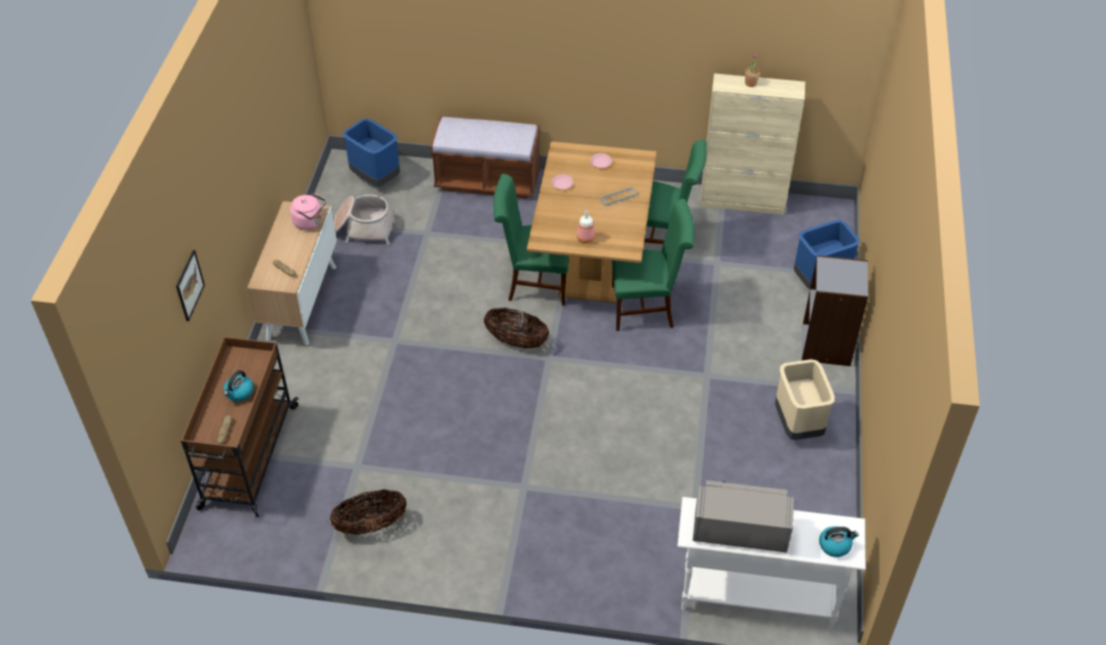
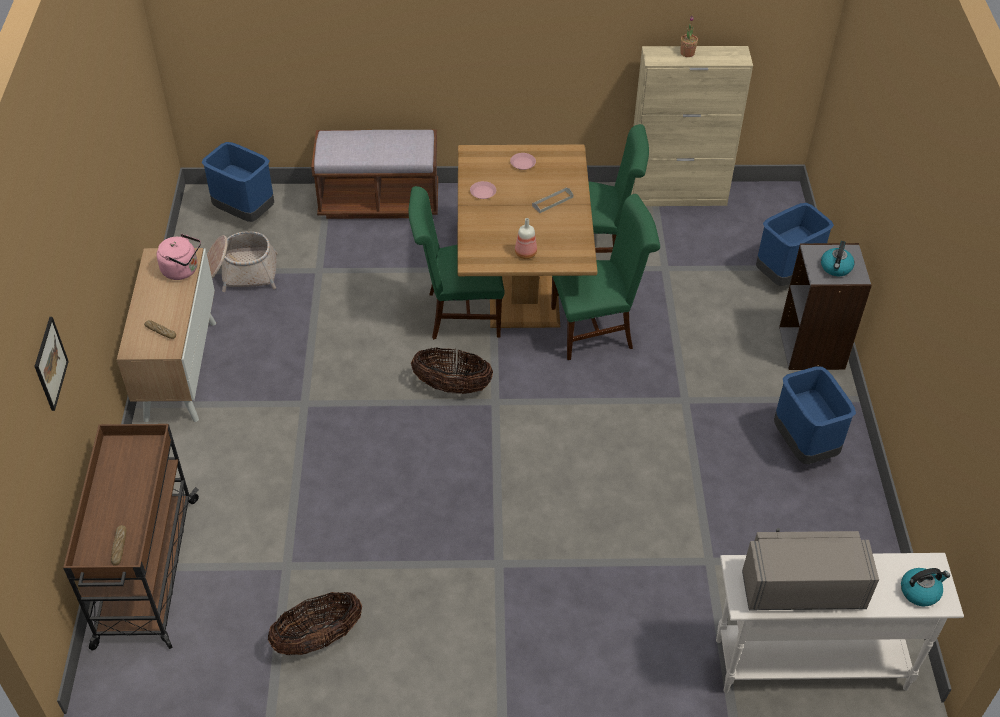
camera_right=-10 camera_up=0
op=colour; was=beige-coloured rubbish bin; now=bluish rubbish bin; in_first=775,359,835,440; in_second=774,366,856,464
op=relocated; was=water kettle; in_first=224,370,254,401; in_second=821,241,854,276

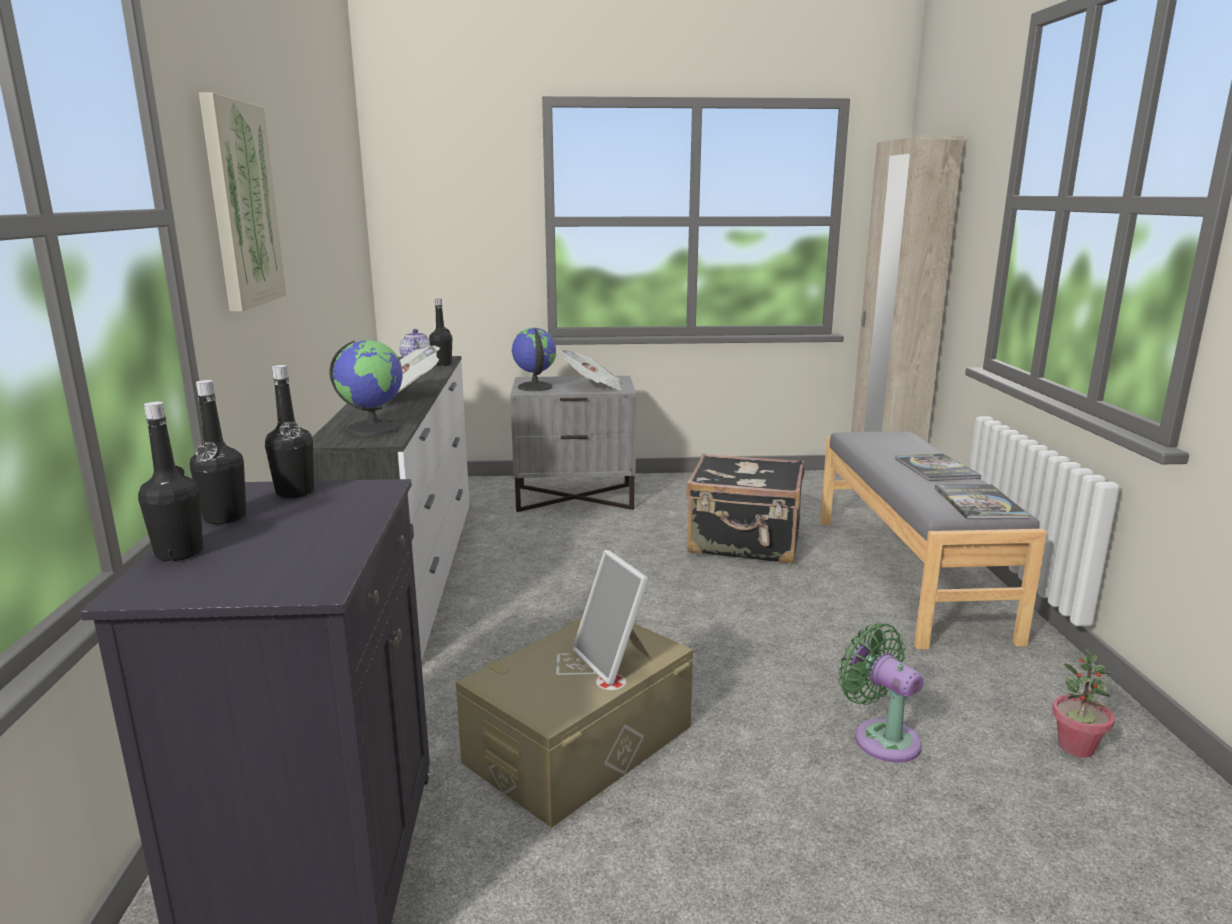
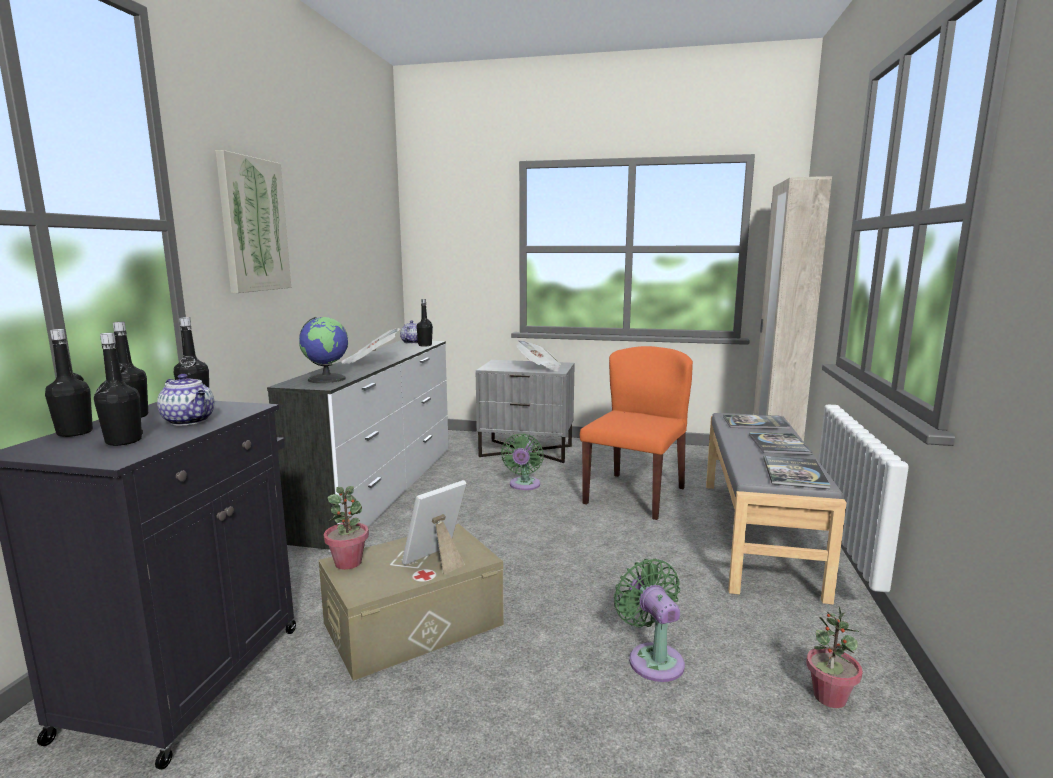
camera_right=15 camera_up=-5
op=appeared; now=blackish bottle; in_second=94,333,143,446
op=appeared; now=pot for tea; in_second=157,374,214,426
op=appeared; now=houseplant; in_second=324,486,369,570
op=spun; was=standing frame; in_first=572,550,651,685; in_second=402,480,467,575; clockwise=60
op=appeared; now=green fan; in_second=501,433,544,490
op=exchanged; was=blackish suitcase; now=orange-coloured plain chair; in_first=686,453,804,564; in_second=580,346,693,520
op=appeared; now=volume; in_second=723,415,790,429
op=missing; was=world globe; in_first=511,328,556,391

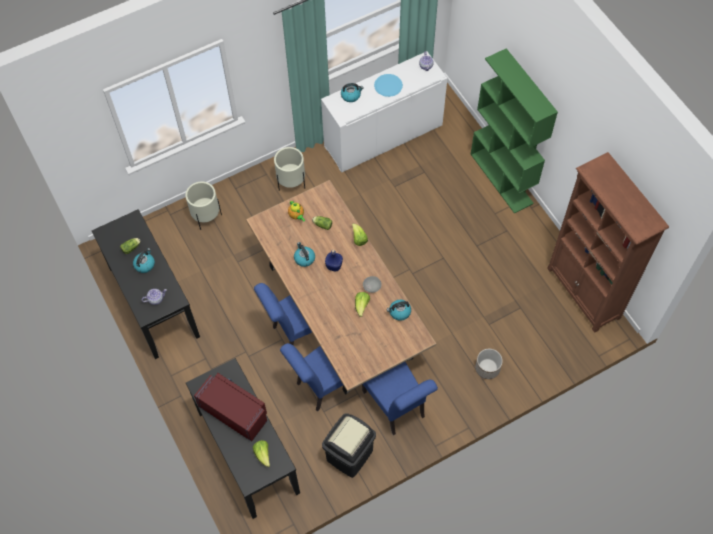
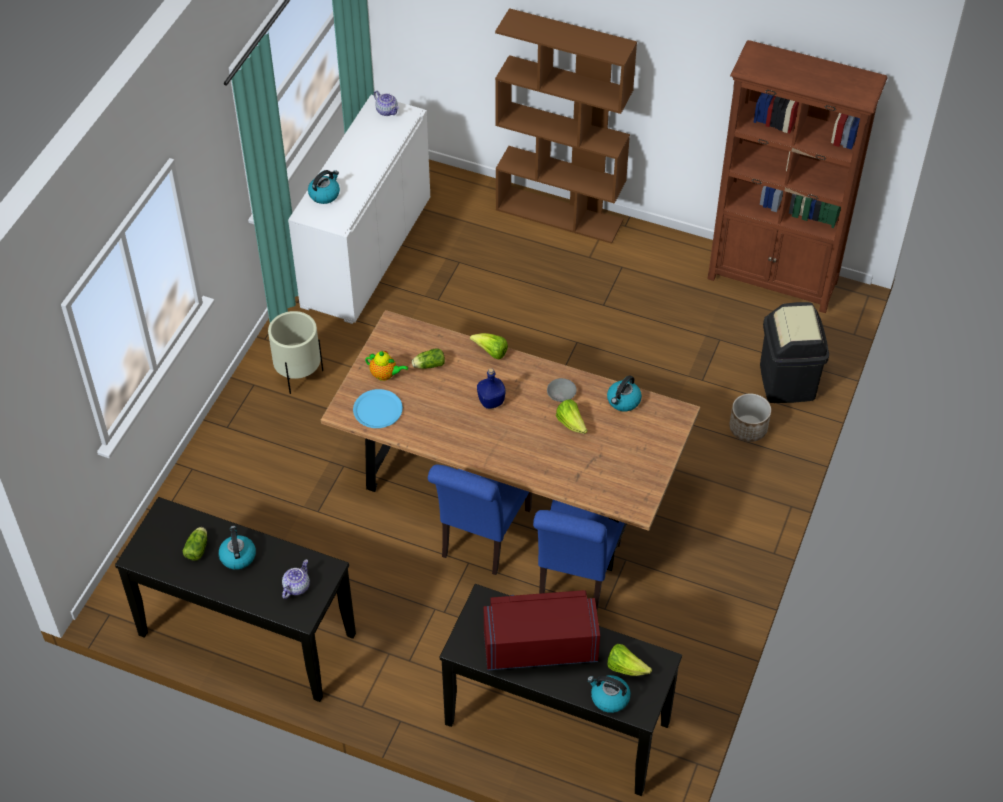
camera_right=-40 camera_up=-10
op=relocated; was=bluish plate; in_first=374,74,403,97; in_second=353,389,403,428
op=colour; was=green shelving unit; now=brown shelving unit; in_first=471,48,558,213; in_second=495,8,637,244
op=relocated; was=water kettle; in_first=294,242,315,267; in_second=587,675,630,713
op=relocated; was=blackish rubbish bin; in_first=322,413,376,478; in_second=760,302,829,403
op=missing; was=beige-coloured flower pot; in_first=185,182,222,230
op=missing; was=bluish plain chair; in_first=362,362,438,435

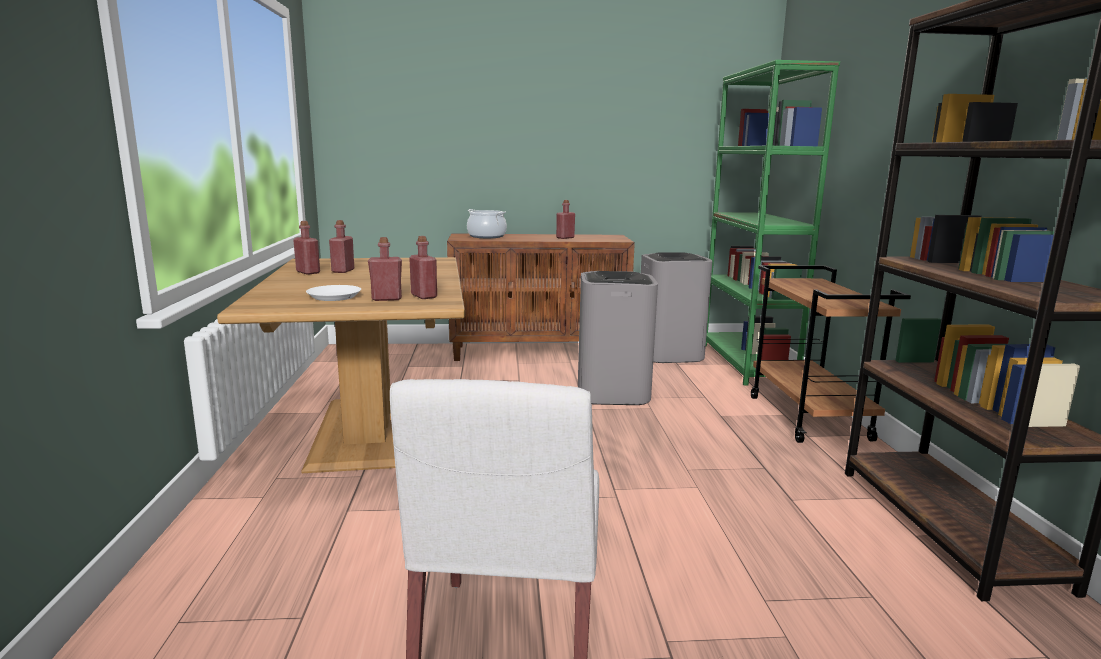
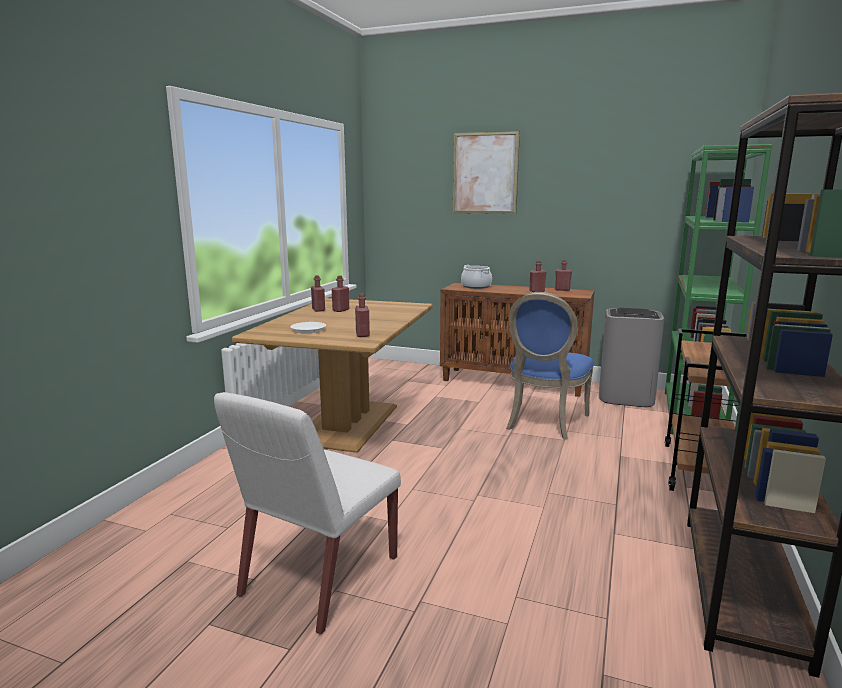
camera_right=25 camera_up=0
op=appeared; now=wall picture; in_second=453,131,520,214
op=exchanged; was=gray rubbish bin; now=bluish plain chair; in_first=578,271,658,405; in_second=506,292,594,440
op=relocated; was=red bottle; in_first=368,237,402,301; in_second=555,259,572,291

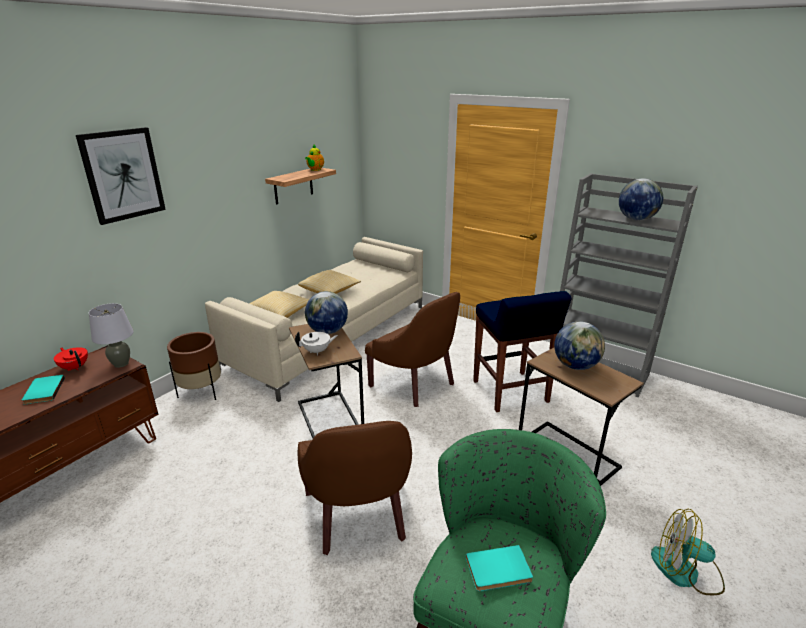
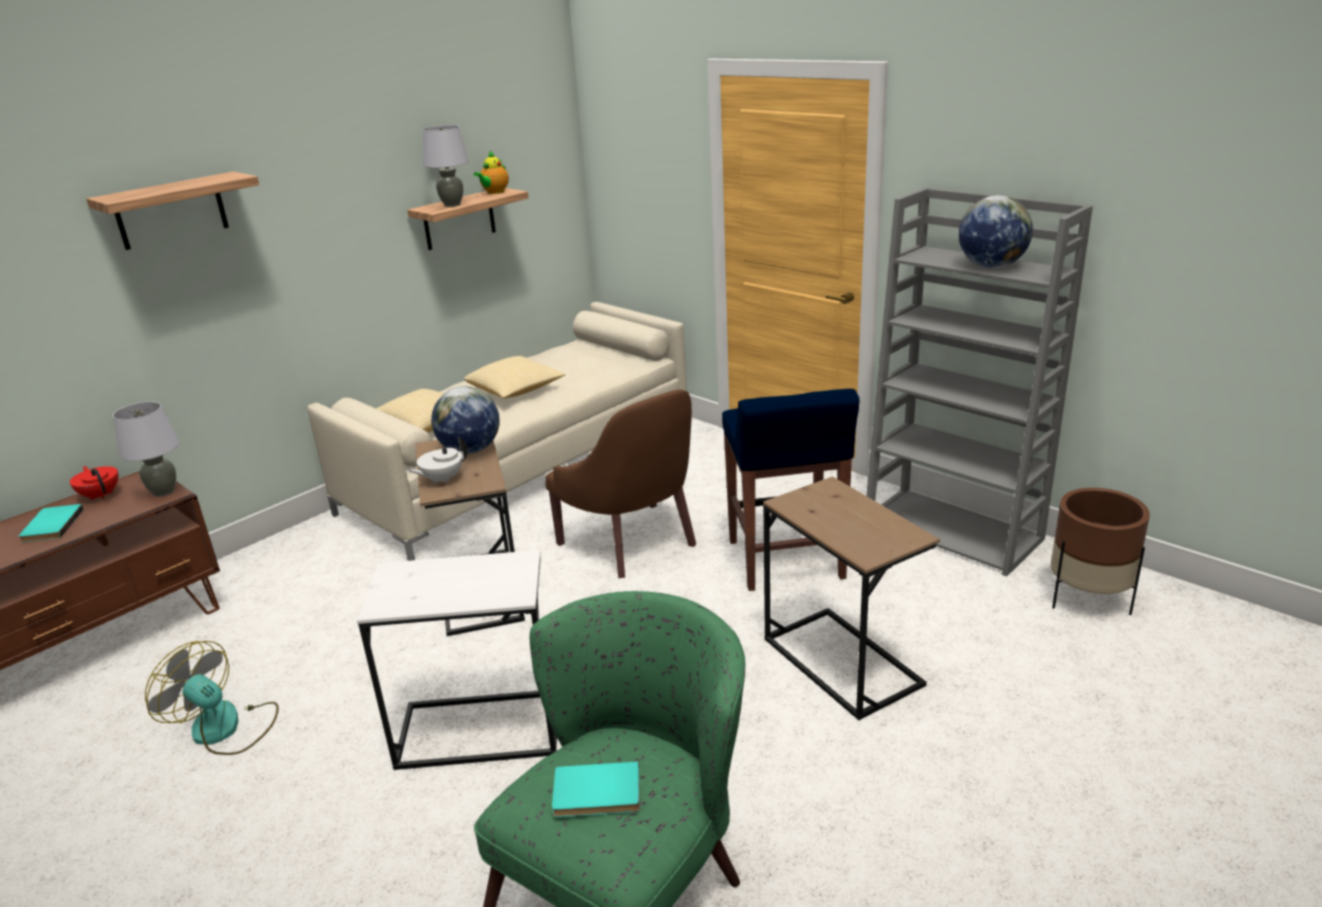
camera_right=10 camera_up=0
op=exchanged; was=wall picture; now=wall shelf; in_first=76,127,166,225; in_second=86,172,259,250
op=relocated; was=fan; in_first=651,509,725,595; in_second=145,641,279,755
op=exchanged; was=brown armchair; now=white-coloured side table; in_first=298,421,412,555; in_second=357,550,557,770
op=spun; was=white-coloured pot for tea; in_first=295,332,338,355; in_second=407,437,468,484; clockwise=150
op=appeared; now=gray lamp for a table; in_second=423,125,469,207
op=relocated; was=brown flower pot; in_first=167,332,221,400; in_second=1051,488,1150,615
op=missing; was=world globe; in_first=554,321,605,370

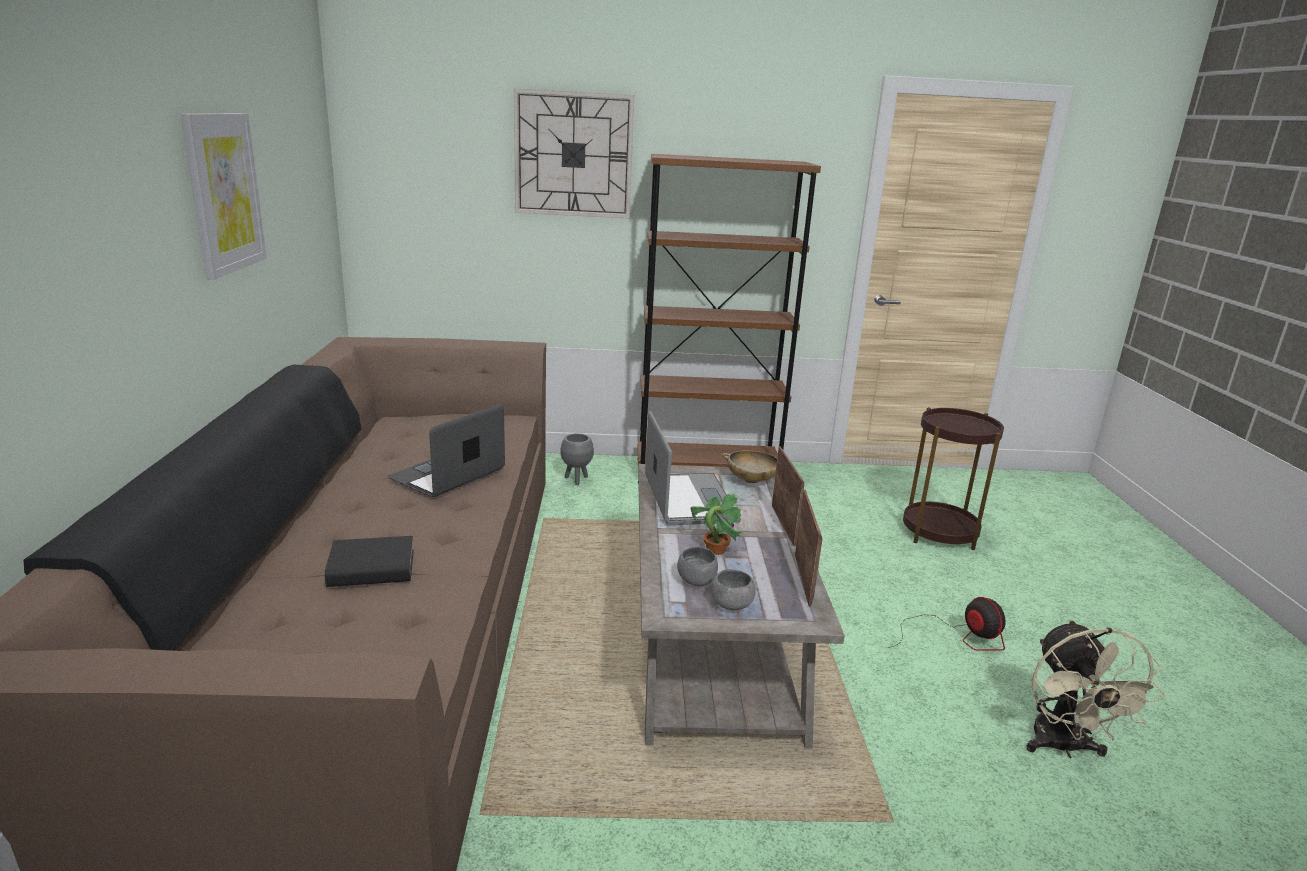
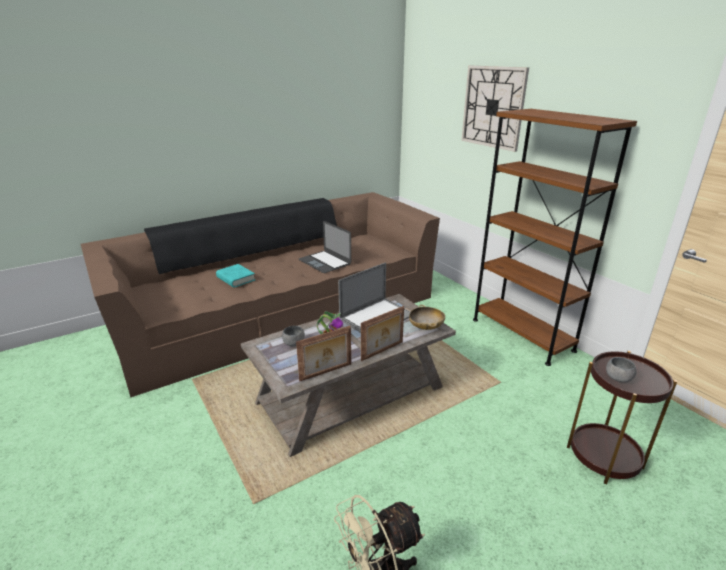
camera_right=60 camera_up=5
op=colour; was=blackish volume; now=blue-green volume; in_first=325,536,414,587; in_second=216,264,255,288
op=spun; was=notebook computer; in_first=388,404,505,497; in_second=299,221,351,273; clockwise=-135
op=relocated; was=gray serving bowl; in_first=711,569,756,610; in_second=606,357,637,383
op=missing; was=wall picture; in_first=181,113,267,280
op=missing; was=gray flower pot; in_first=560,433,594,485
op=missing; was=fan; in_first=888,597,1006,650

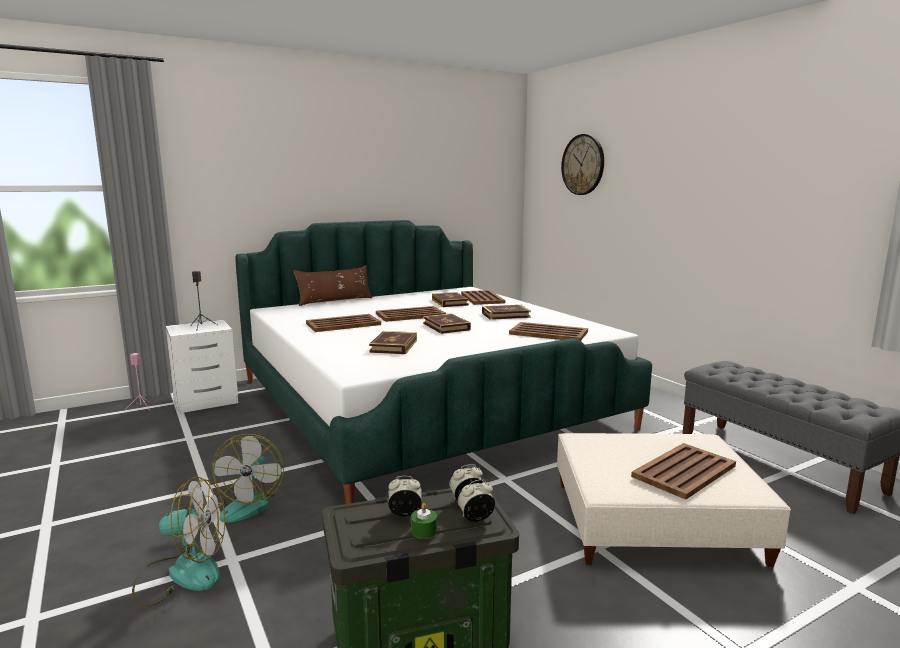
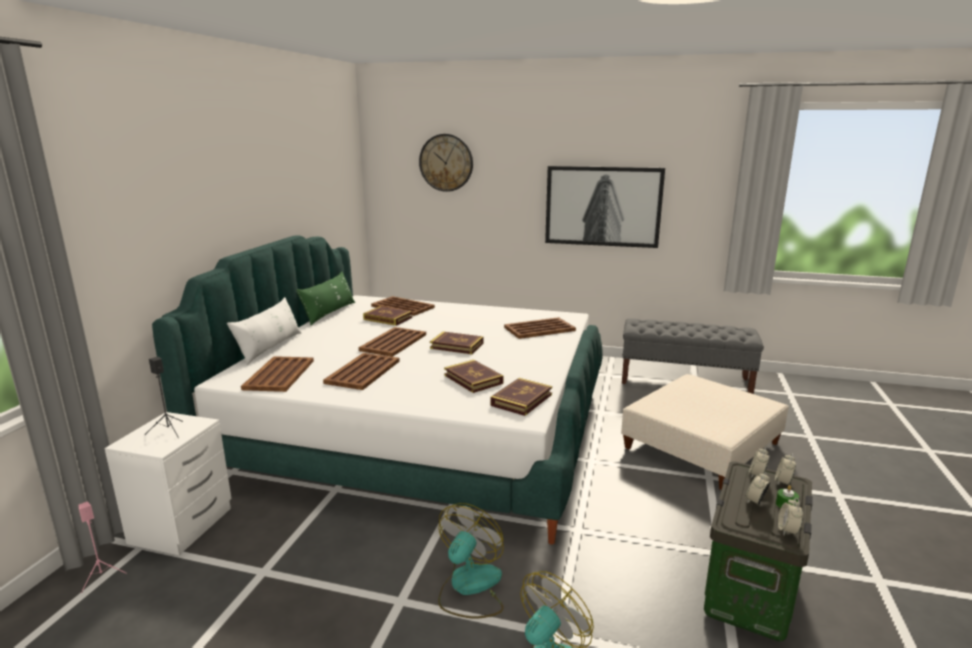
camera_right=-45 camera_up=5
op=colour; was=brown pillow; now=white-coloured pillow; in_first=293,265,372,306; in_second=227,297,301,365
op=relocated; was=brown tray; in_first=631,443,736,500; in_second=241,356,314,392
op=appeared; now=green pillow; in_second=297,272,355,325
op=spun; was=fan; in_first=212,434,284,523; in_second=438,503,504,619; clockwise=-105
op=relocated; was=volume; in_first=482,305,531,320; in_second=490,378,552,416
op=appeared; now=wall picture; in_second=545,166,665,248
op=appeared; now=alarm clock; in_second=778,498,803,535

